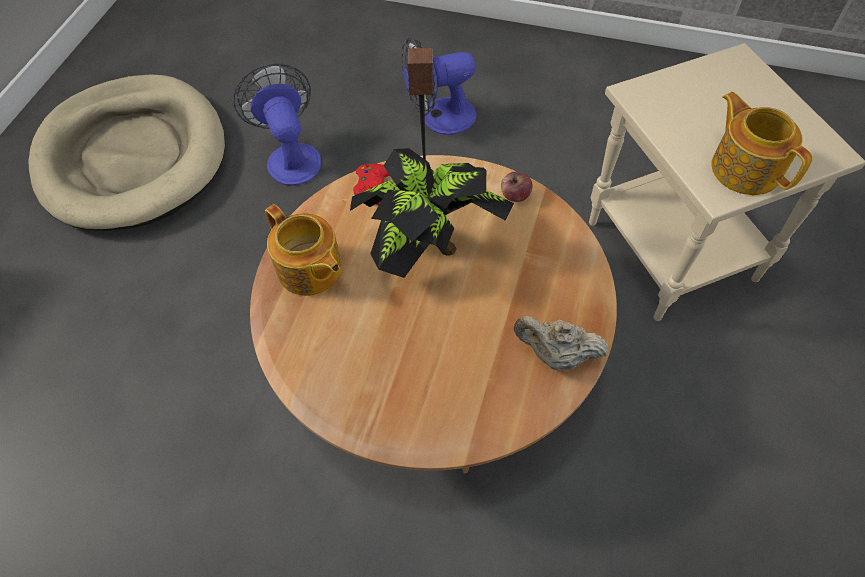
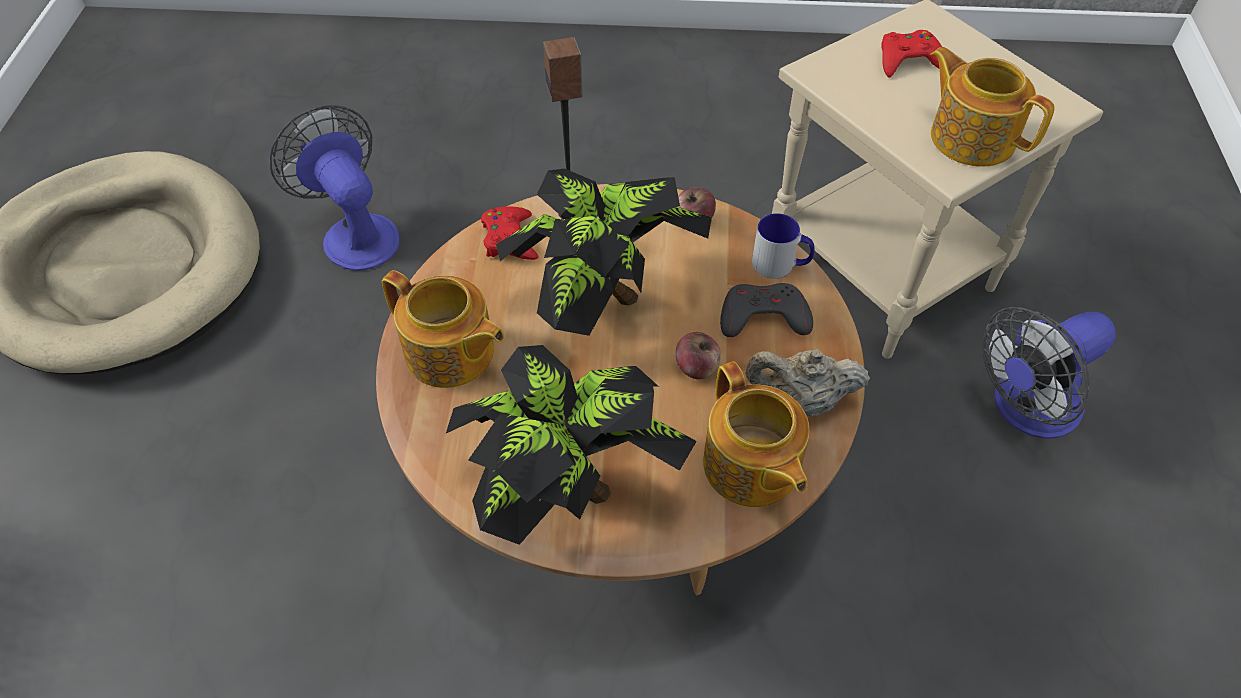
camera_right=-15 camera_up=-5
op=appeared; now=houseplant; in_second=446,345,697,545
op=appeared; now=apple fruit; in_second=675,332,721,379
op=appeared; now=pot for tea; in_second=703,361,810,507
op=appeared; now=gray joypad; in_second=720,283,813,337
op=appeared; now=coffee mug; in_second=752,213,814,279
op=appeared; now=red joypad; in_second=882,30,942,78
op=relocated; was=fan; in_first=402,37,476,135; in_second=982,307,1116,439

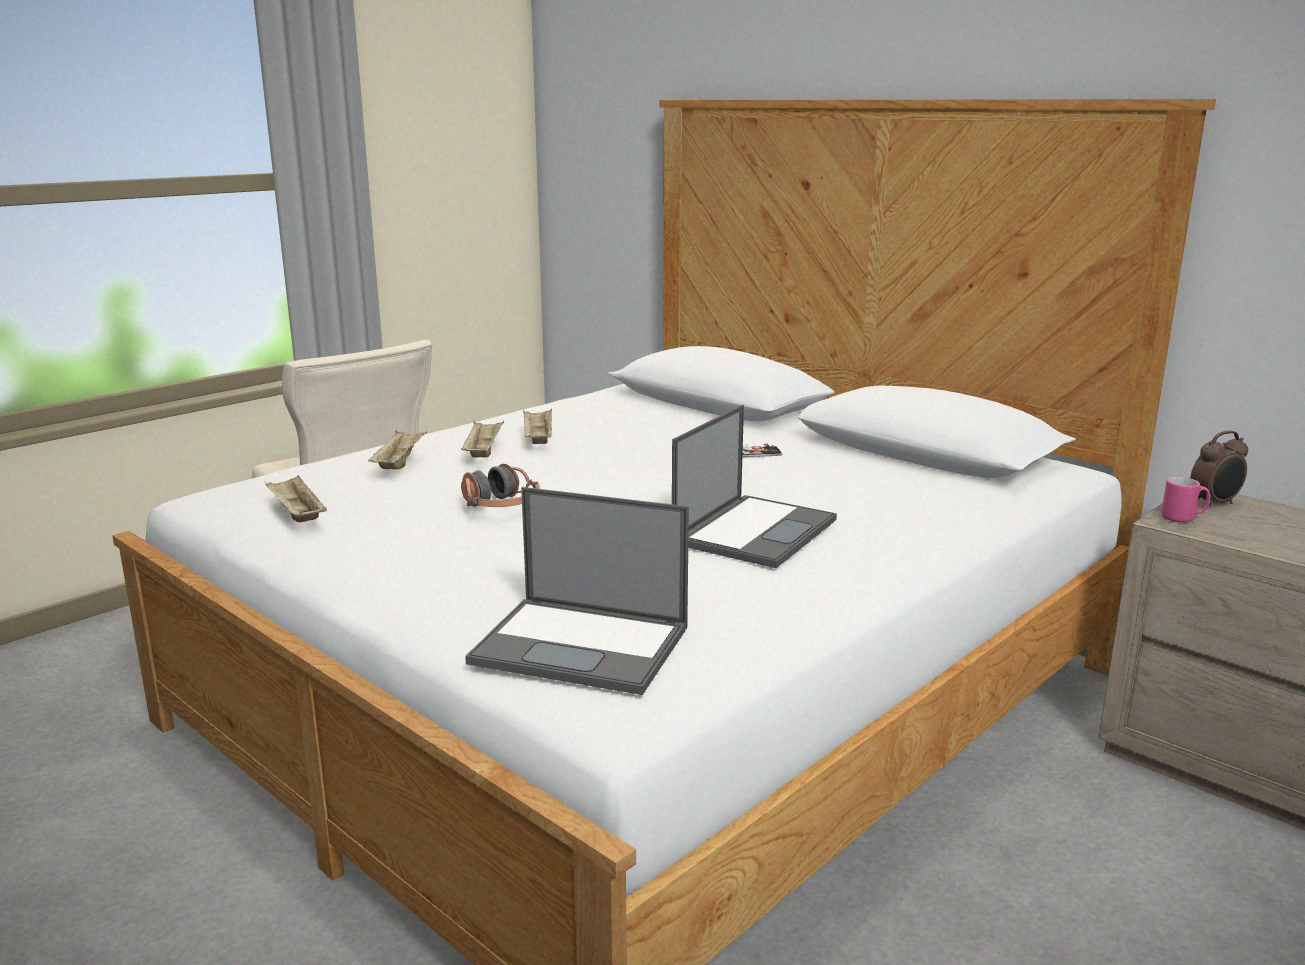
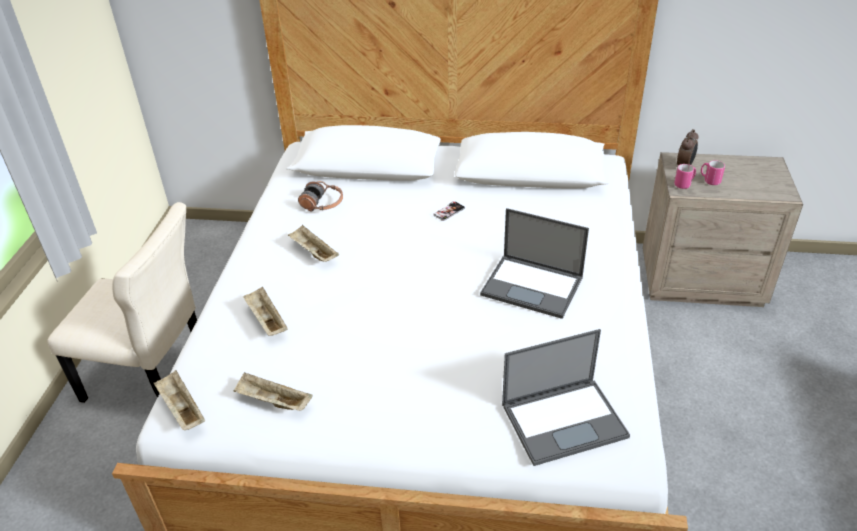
camera_right=-35 camera_up=20
op=relocated; was=beige-coloured tray; in_first=462,420,504,458; in_second=154,370,205,431
op=relocated; was=headset; in_first=461,464,540,507; in_second=298,181,343,212
op=spun; was=notebook computer; in_first=672,405,837,568; in_second=480,208,589,319; clockwise=120
op=appeared; now=pink coffee mug; in_second=701,160,725,185

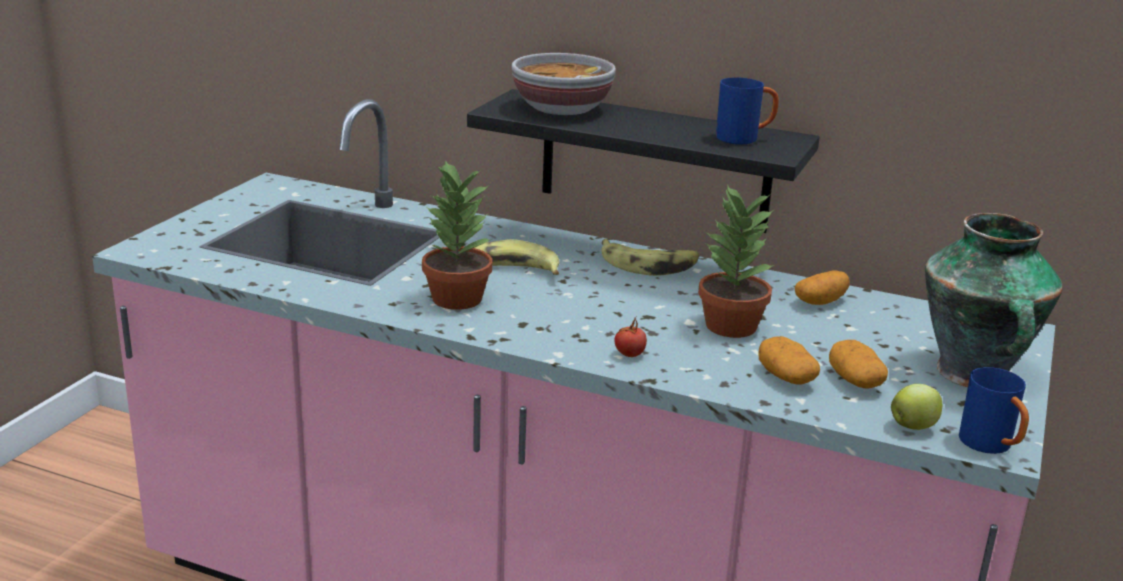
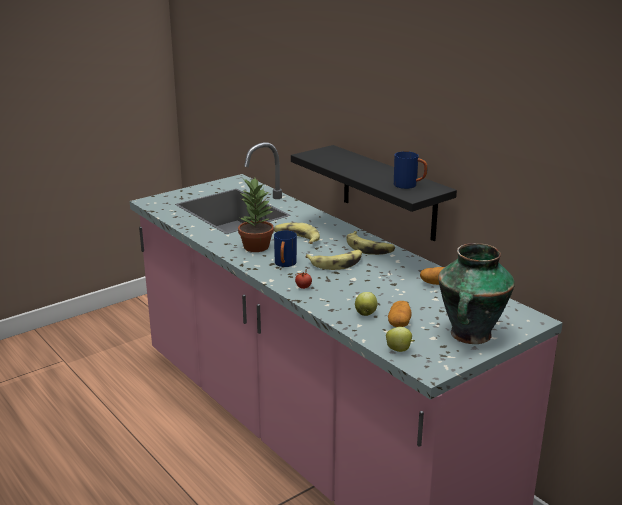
camera_right=30 camera_up=0
op=relocated; was=bluish coffee mug; in_first=959,367,1029,454; in_second=274,230,297,267
op=appeared; now=banana fruit; in_second=305,250,362,270
op=exchanged; was=potato; now=apple fruit; in_first=758,336,820,385; in_second=355,292,377,316
op=missing; was=serving bowl; in_first=512,53,616,115
op=missing; was=houseplant; in_first=698,185,774,338

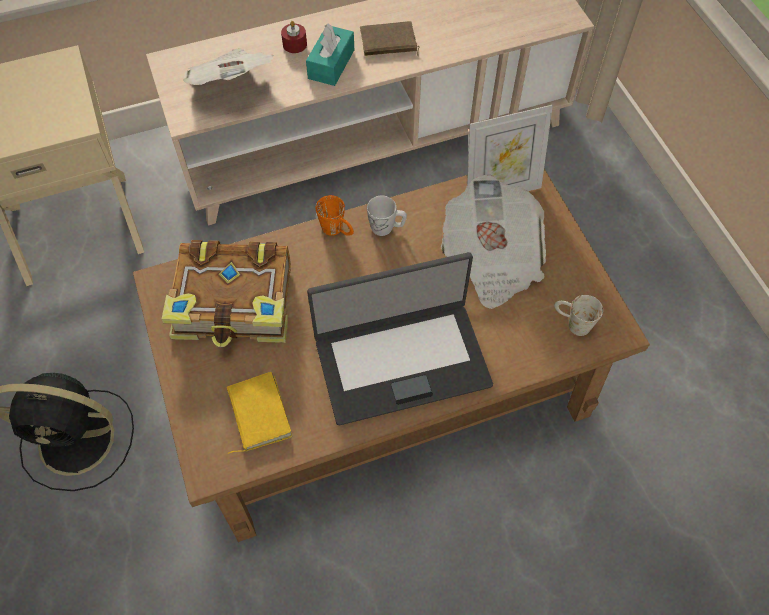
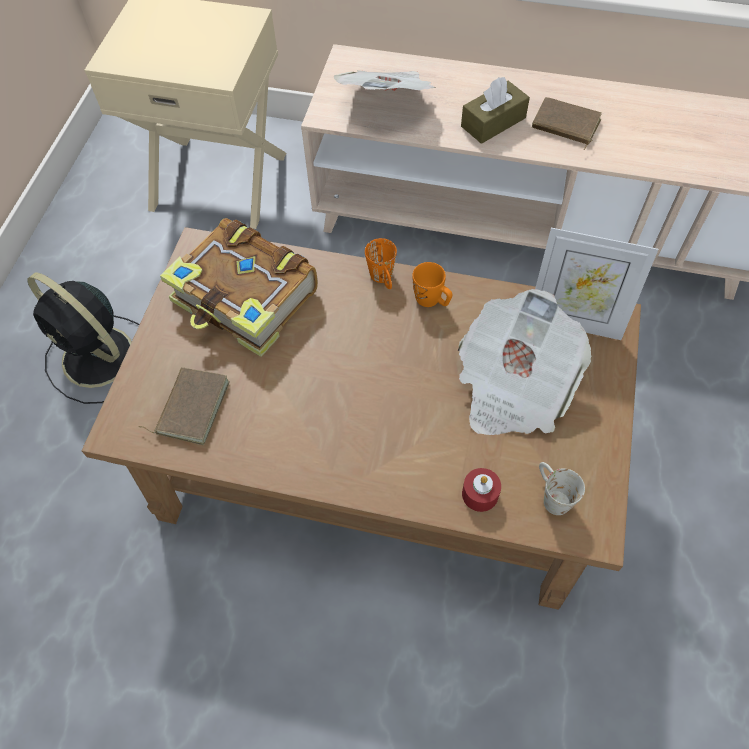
camera_right=35 camera_up=0
op=colour; was=yellow volume; now=brown volume; in_first=227,372,292,454; in_second=139,367,230,445
op=colour; was=white-coloured coffee mug; now=orange-coloured coffee mug; in_first=367,196,407,236; in_second=412,262,452,307
op=colour; was=blue-green tissue holder; now=brown tissue holder; in_first=306,23,354,86; in_second=461,77,530,144
op=relocated; was=red candle; in_first=281,21,307,53; in_second=462,468,501,512
op=missing; was=notebook computer; in_first=307,252,493,425

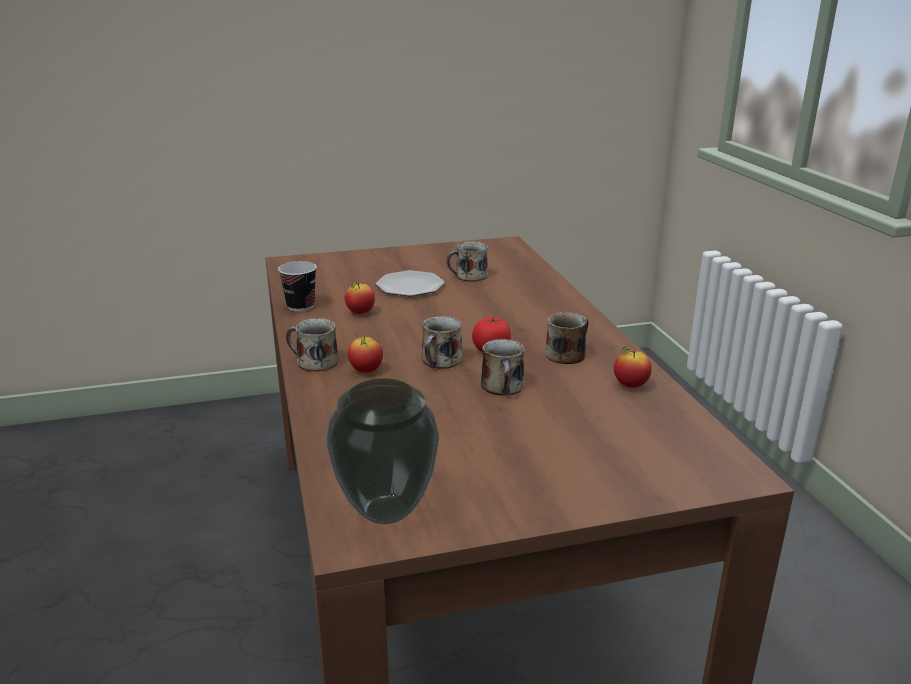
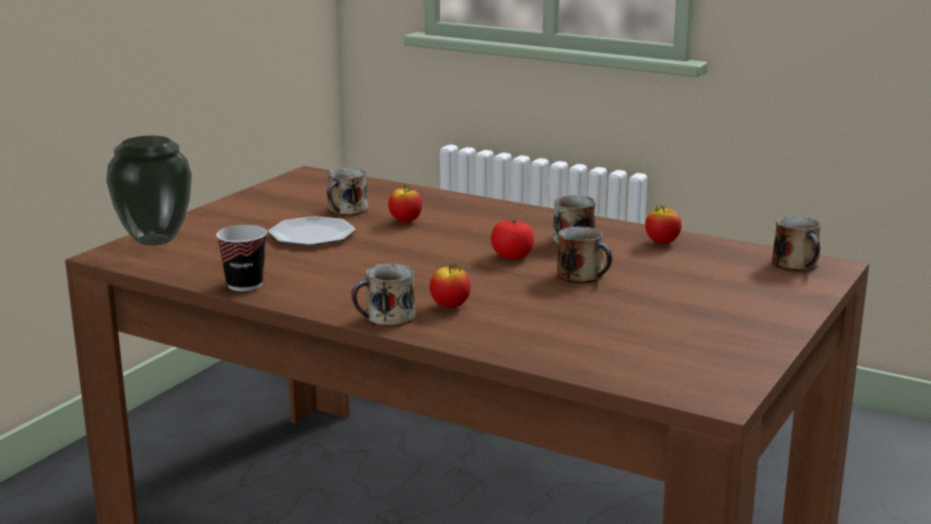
camera_right=-45 camera_up=-5
op=relocated; was=flower vase; in_first=326,378,439,524; in_second=106,136,192,246
op=relocated; was=apple fruit; in_first=345,282,375,314; in_second=388,186,422,222
op=relocated; was=coffee mug; in_first=422,316,462,369; in_second=772,216,821,271

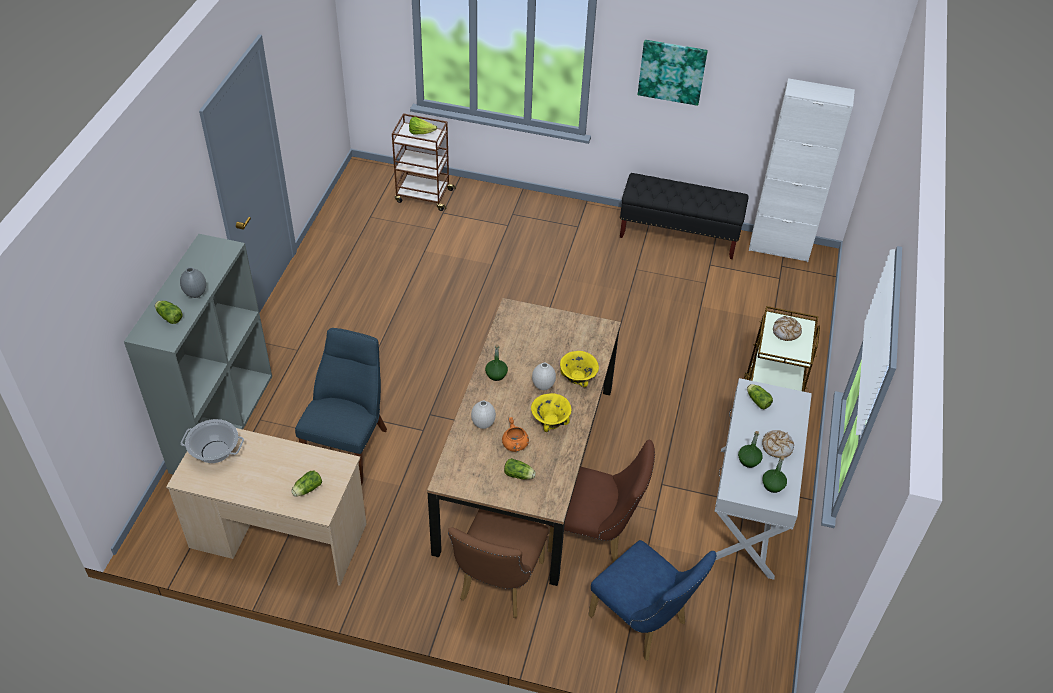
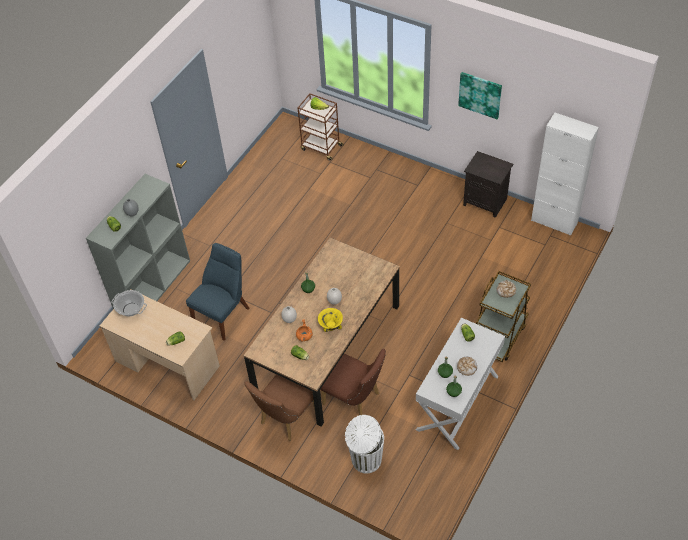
camera_right=20 camera_up=5
op=exchanged; was=bluish plain chair; now=white-coloured rubbish bin; in_first=588,540,717,661; in_second=345,415,384,473
op=exchanged; was=blackish indoor bench; now=blackish bedside table; in_first=620,173,749,259; in_second=463,151,513,218
op=missing; was=yellow serving bowl; in_first=560,351,599,387

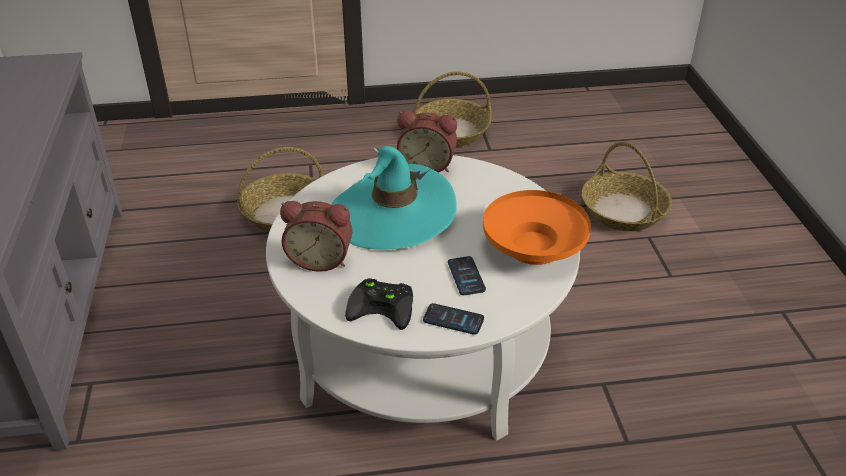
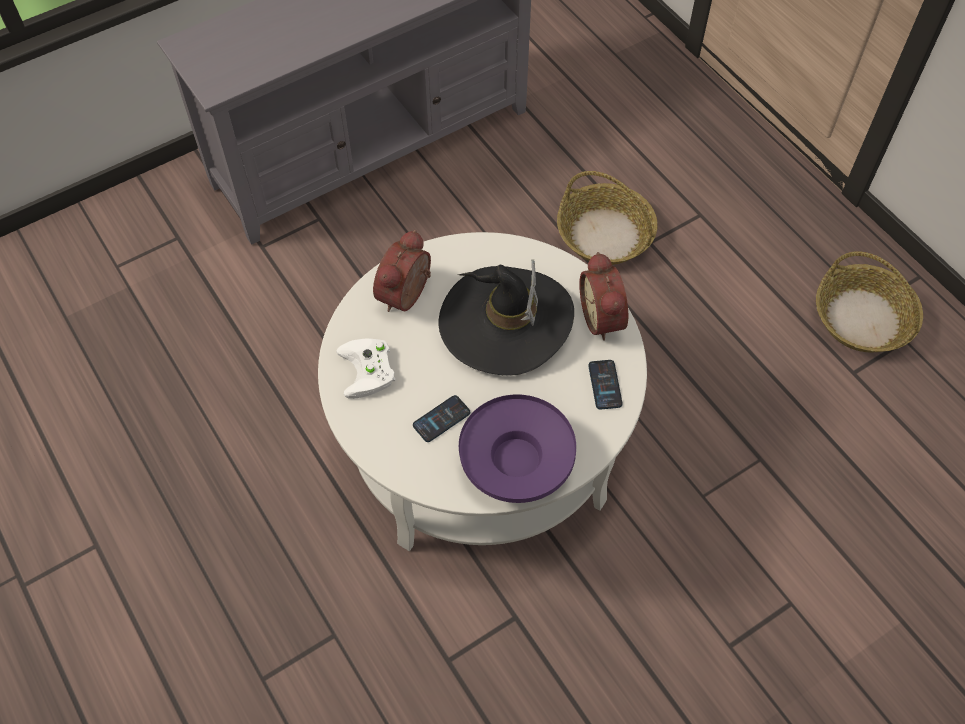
camera_right=65 camera_up=20
op=colour; was=blackish joypad; now=white-coloured joypad; in_first=345,278,413,330; in_second=336,339,395,399
op=spun; was=alarm clock; in_first=280,201,352,272; in_second=373,230,431,312; clockwise=45
op=colour; was=blue-green clothing hat; now=blackish clothing hat; in_first=332,146,457,250; in_second=439,259,574,376
op=colour; was=orange-coloured serving bowl; now=purple serving bowl; in_first=483,190,591,265; in_second=459,395,576,503
op=relocated; was=handset; in_first=423,303,484,335; in_second=589,360,623,409
op=missing; was=storage basket; in_first=582,142,672,231

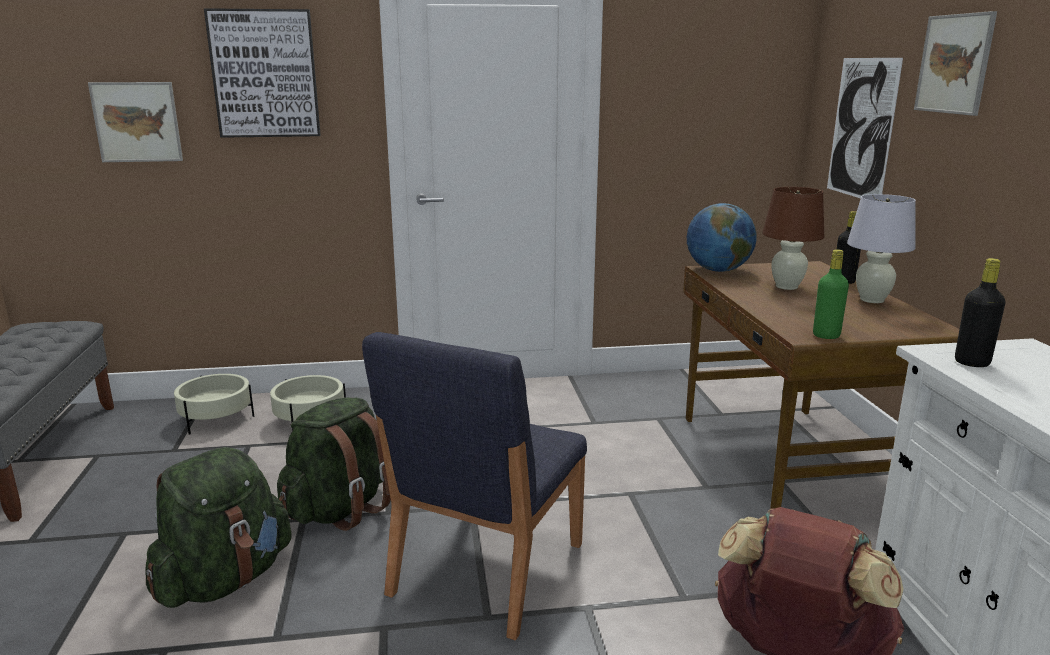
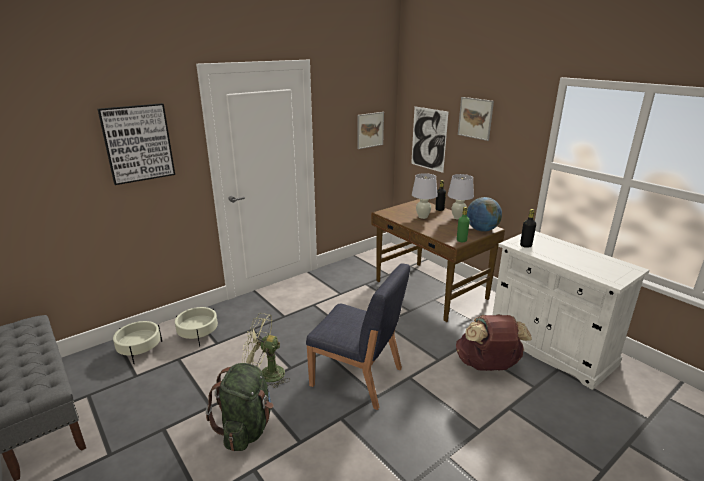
camera_right=-30 camera_up=5
op=exchanged; was=green knapsack; now=green fan; in_first=277,398,391,531; in_second=242,313,290,388
op=spun; was=bluish plain chair; in_first=362,332,587,640; in_second=306,263,410,410; clockwise=-60
op=relocated; was=wall picture; in_first=88,82,183,162; in_second=357,112,384,149
op=colour; was=brown lamp for a table; now=white-coloured lamp for a table; in_first=762,187,825,290; in_second=412,173,438,219
op=relocated; was=world globe; in_first=687,203,757,272; in_second=467,197,502,232

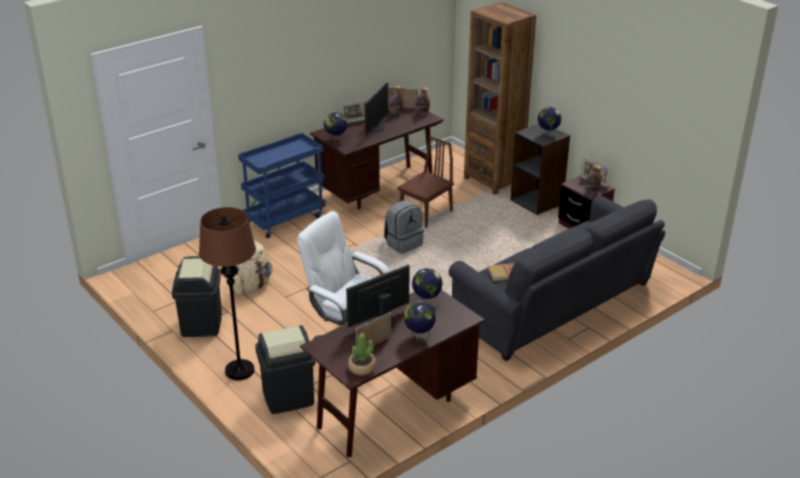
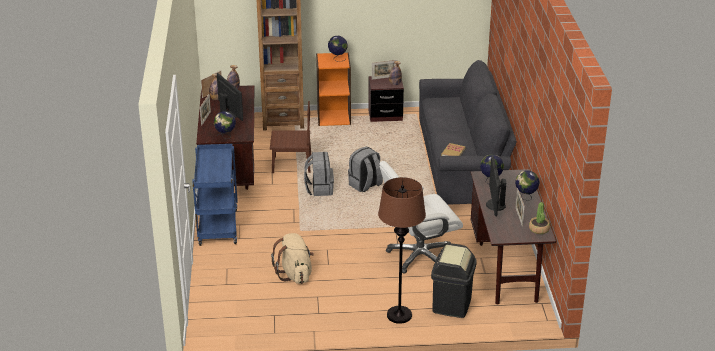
camera_right=-55 camera_up=0
op=spun; was=brown plain chair; in_first=398,136,454,228; in_second=270,101,311,173; clockwise=105
op=colour; was=blackish shelving unit; now=orange-coloured shelving unit; in_first=510,123,570,215; in_second=316,52,351,126
op=appeared; now=gray knapsack; in_second=348,147,383,192
op=missing; was=blackish rubbish bin; in_first=172,256,222,337

